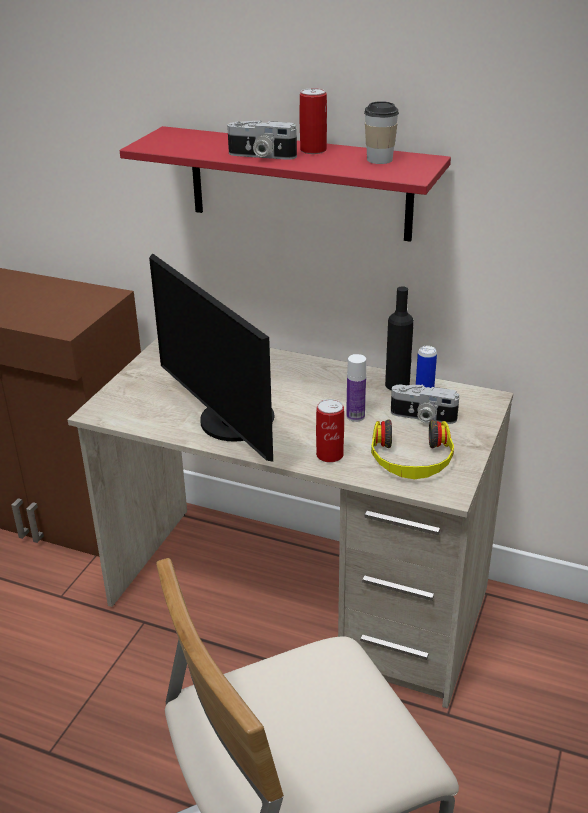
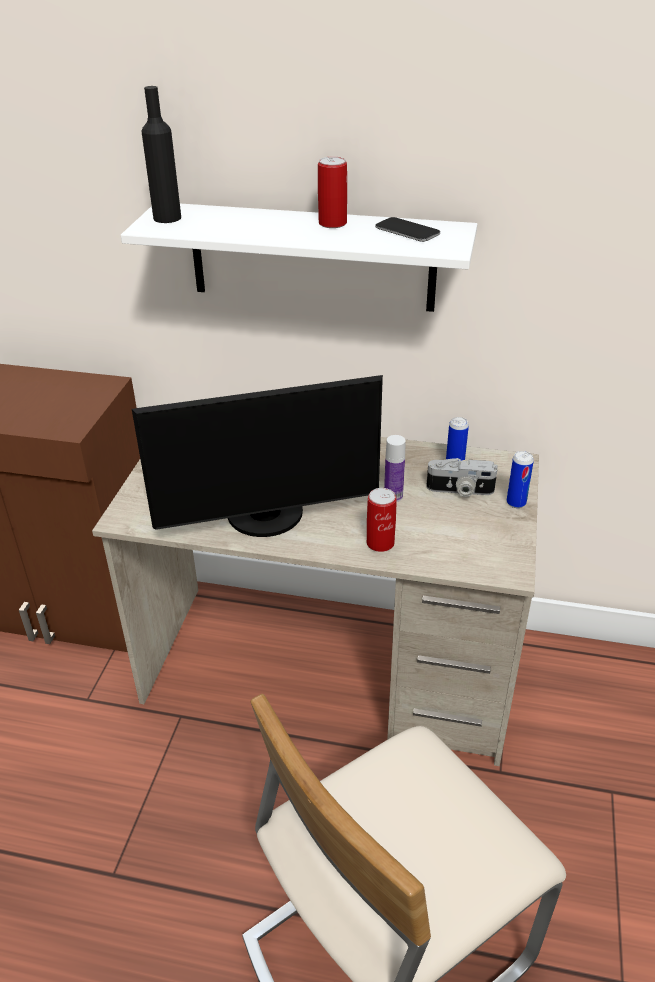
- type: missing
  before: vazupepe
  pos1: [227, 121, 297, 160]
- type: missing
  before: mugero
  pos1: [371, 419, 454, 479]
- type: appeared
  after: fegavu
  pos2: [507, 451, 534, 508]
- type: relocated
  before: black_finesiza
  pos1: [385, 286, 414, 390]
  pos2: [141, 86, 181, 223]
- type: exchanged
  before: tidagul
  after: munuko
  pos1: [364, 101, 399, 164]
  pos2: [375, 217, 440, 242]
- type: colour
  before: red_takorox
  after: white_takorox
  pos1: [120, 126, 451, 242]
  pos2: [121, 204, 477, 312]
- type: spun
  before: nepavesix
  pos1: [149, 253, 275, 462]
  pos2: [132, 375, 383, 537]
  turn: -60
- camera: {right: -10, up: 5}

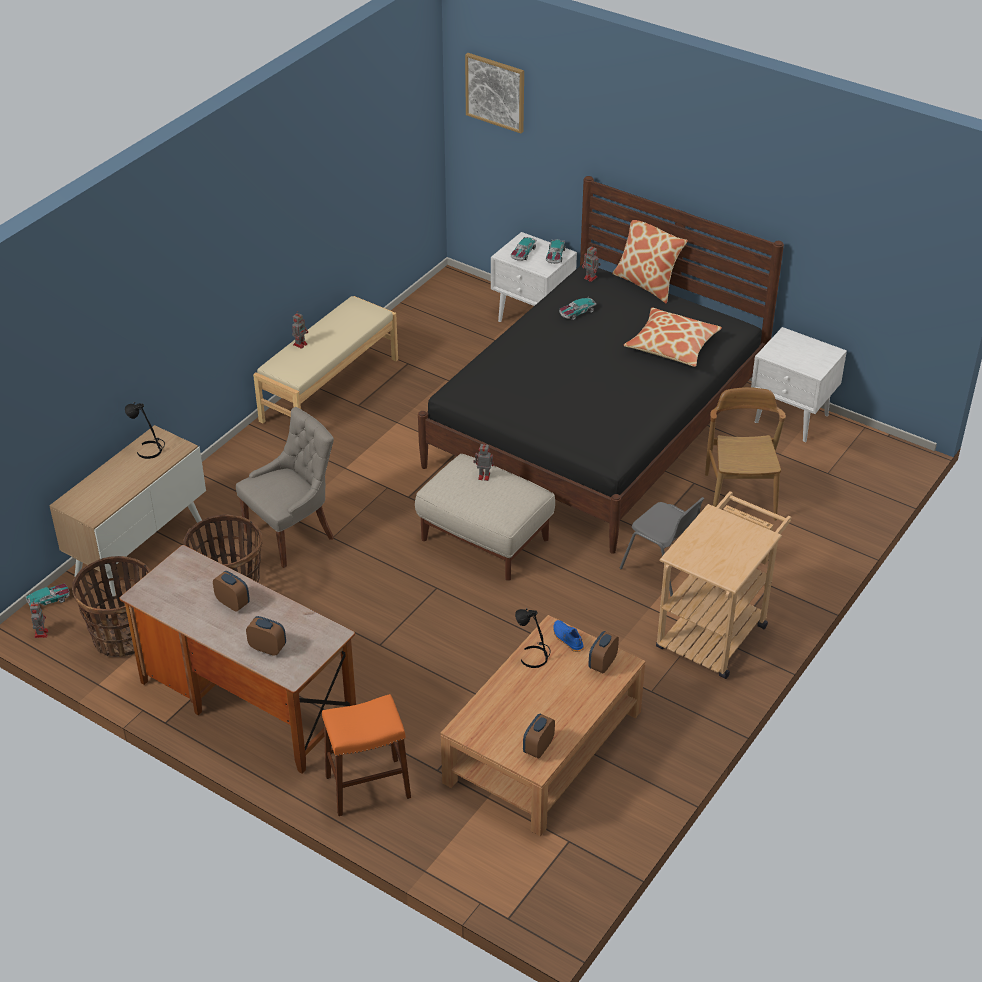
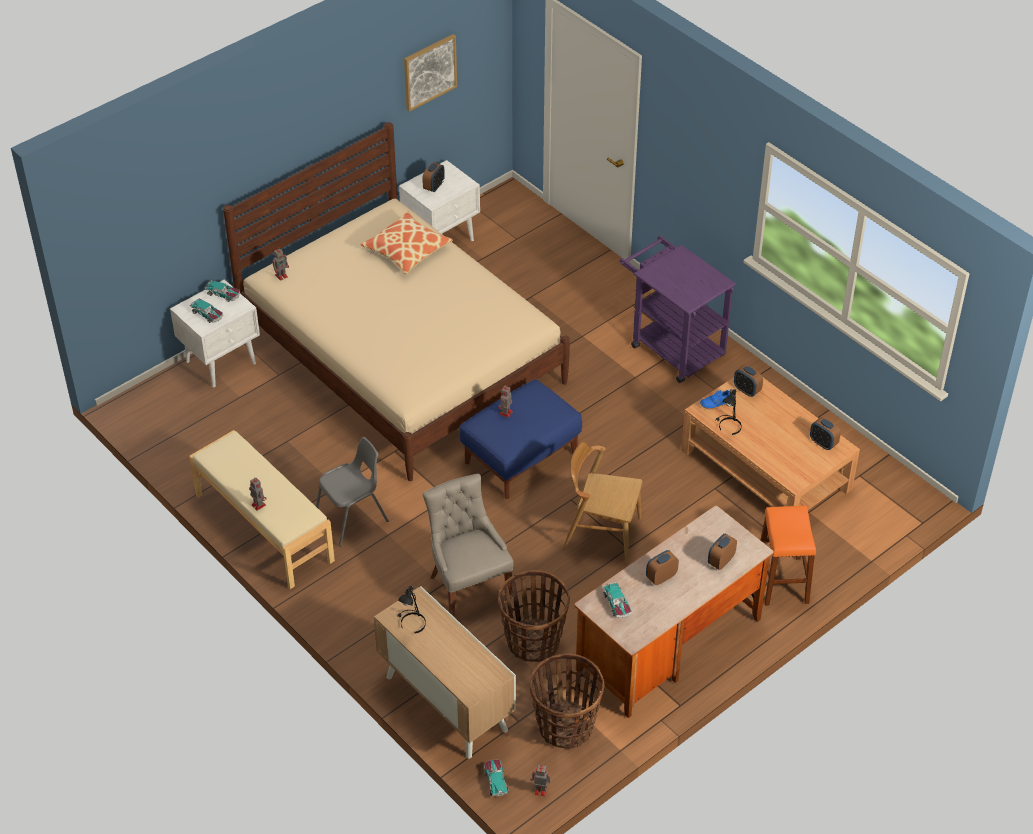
- type: missing
  before: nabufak
  pos1: [612, 220, 688, 304]
- type: appeared
  after: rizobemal
  pos2: [422, 162, 445, 192]
- type: relocated
  before: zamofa
  pos1: [465, 53, 524, 133]
  pos2: [404, 34, 457, 112]
- type: relocated
  before: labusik
  pos1: [559, 297, 597, 320]
  pos2: [603, 582, 632, 618]
- type: relocated
  before: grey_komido
  pos1: [620, 497, 705, 596]
  pos2: [316, 437, 389, 547]
- type: relocated
  before: brown_komido
  pos1: [705, 387, 786, 521]
  pos2: [562, 441, 643, 563]
- type: colour
  before: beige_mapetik
  after: blue_mapetik
  pos1: [415, 454, 555, 581]
  pos2: [459, 379, 582, 499]
- type: colour
  before: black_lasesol
  after: beige_lasesol
  pos1: [418, 176, 784, 554]
  pos2: [223, 122, 570, 481]
- type: colour
  before: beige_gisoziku
  after: purple_gisoziku
  pos1: [656, 491, 791, 679]
  pos2: [620, 236, 736, 383]
- camera: {right: -75, up: 5}

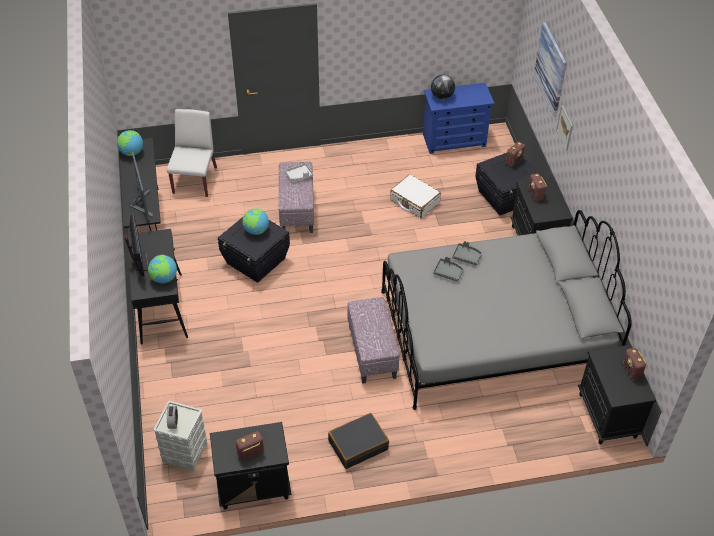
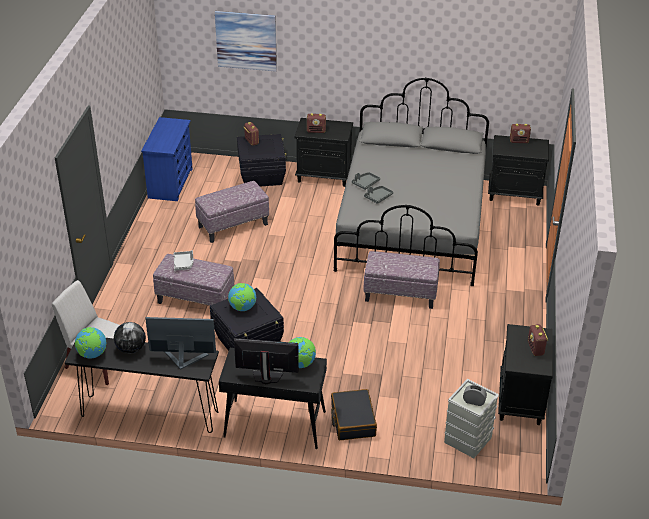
- type: missing
  before: zamofa
  pos1: [556, 105, 573, 150]
- type: relocated
  before: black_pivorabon
  pos1: [328, 413, 389, 469]
  pos2: [331, 389, 377, 440]
- type: relocated
  before: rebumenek
  pos1: [431, 75, 455, 99]
  pos2: [114, 322, 146, 354]
- type: exchanged
  before: white_pivorabon
  after: mapetik
  pos1: [390, 174, 441, 218]
  pos2: [195, 181, 269, 243]
- camera: {right: -70, up: -10}

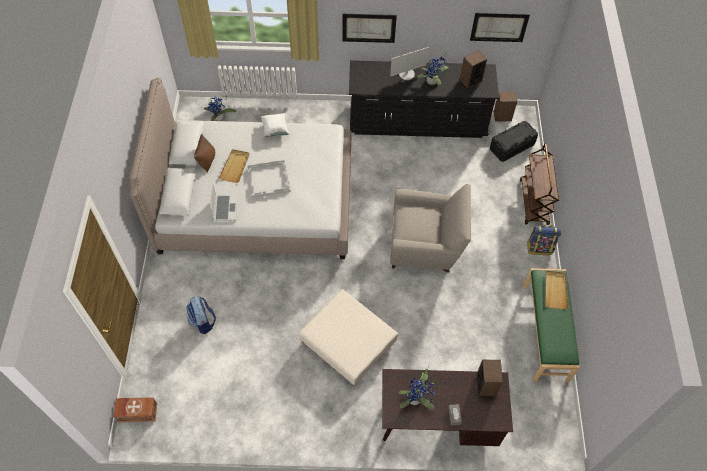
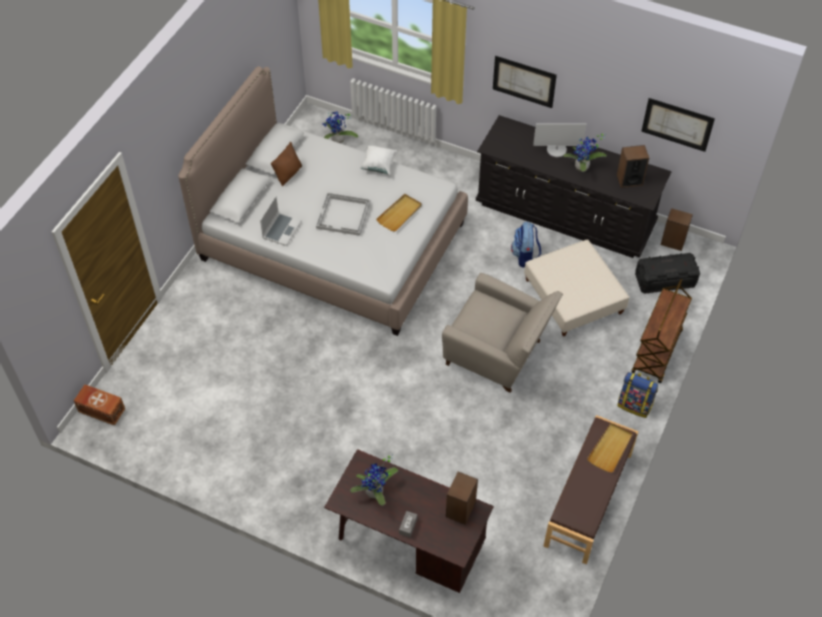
- type: relocated
  before: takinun
  pos1: [186, 297, 216, 334]
  pos2: [511, 222, 541, 268]
- type: relocated
  before: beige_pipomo
  pos1: [219, 149, 249, 183]
  pos2: [376, 194, 422, 232]
- type: relocated
  before: beige_mapetik
  pos1: [299, 289, 398, 386]
  pos2: [524, 239, 630, 337]
- type: colour
  before: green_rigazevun
  after: brown_rigazevun
  pos1: [523, 268, 580, 383]
  pos2: [544, 415, 638, 564]
- camera: {right: 25, up: -5}

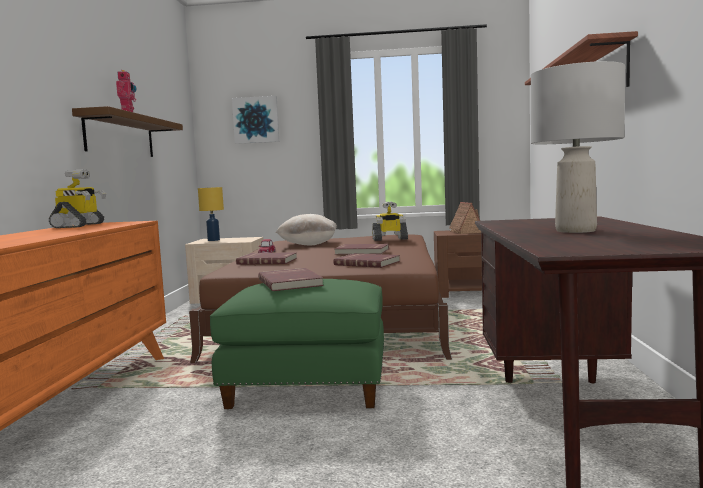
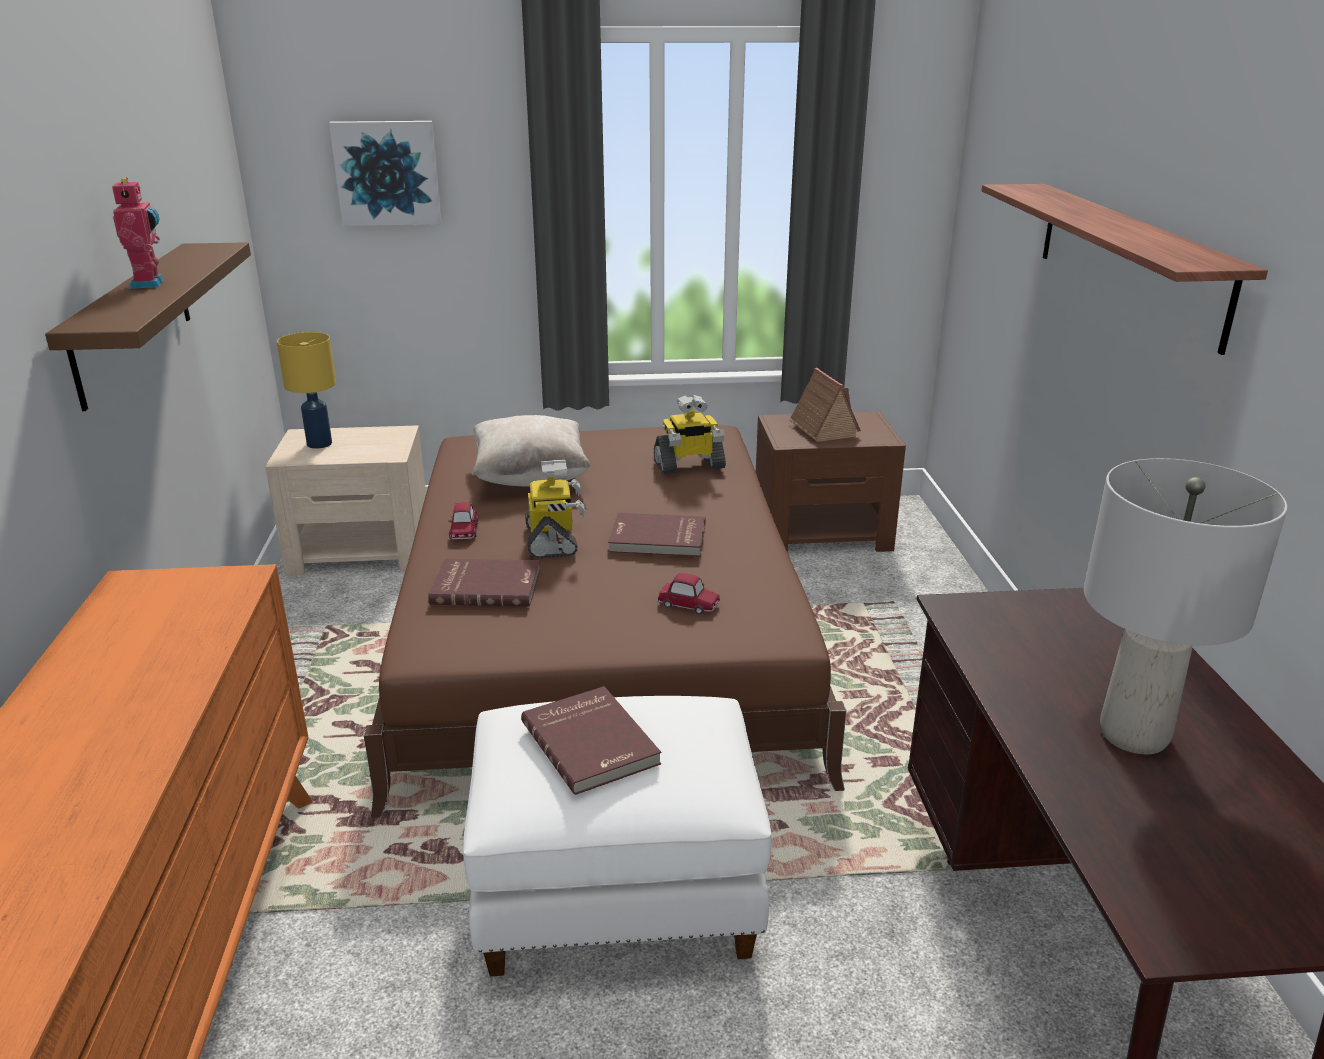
- type: relocated
  before: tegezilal
  pos1: [49, 169, 106, 228]
  pos2: [525, 460, 585, 558]
- type: exchanged
  before: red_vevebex
  after: labusik
  pos1: [333, 253, 400, 268]
  pos2: [657, 573, 720, 615]
- type: colour
  before: green_mapetik
  after: white_mapetik
  pos1: [210, 279, 384, 409]
  pos2: [463, 696, 771, 976]
- camera: {right: -10, up: 20}

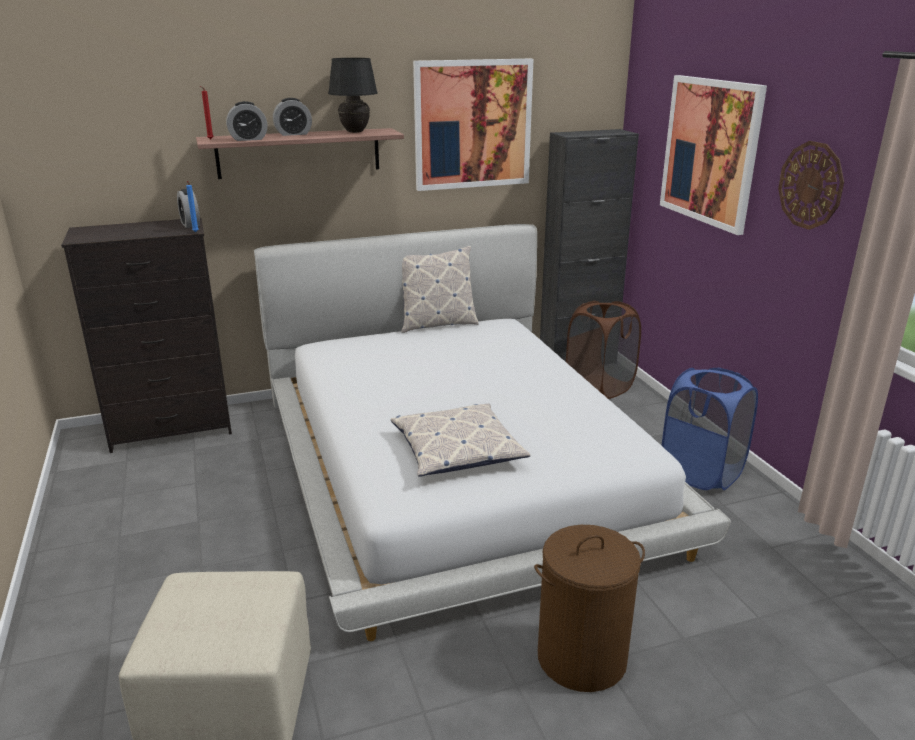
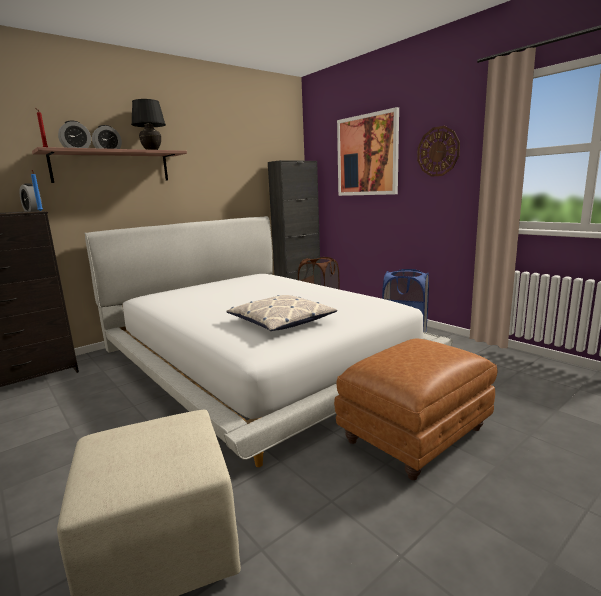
- type: missing
  before: nabufak
  pos1: [401, 246, 479, 333]
- type: missing
  before: zamofa
  pos1: [413, 59, 533, 191]
- type: exchanged
  before: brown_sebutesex
  after: brown_mapetik
  pos1: [534, 525, 645, 692]
  pos2: [334, 338, 497, 480]
- camera: {right: -20, up: -10}

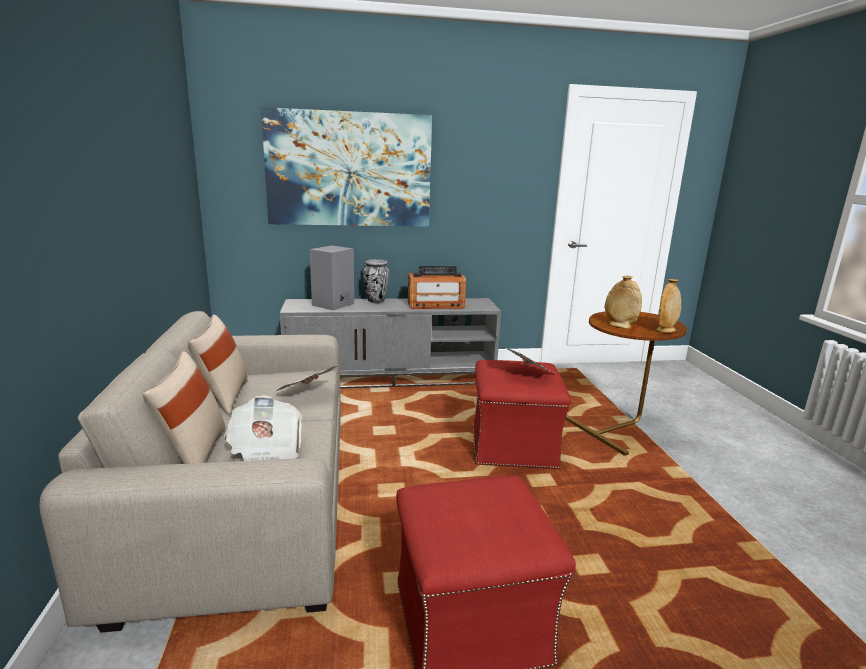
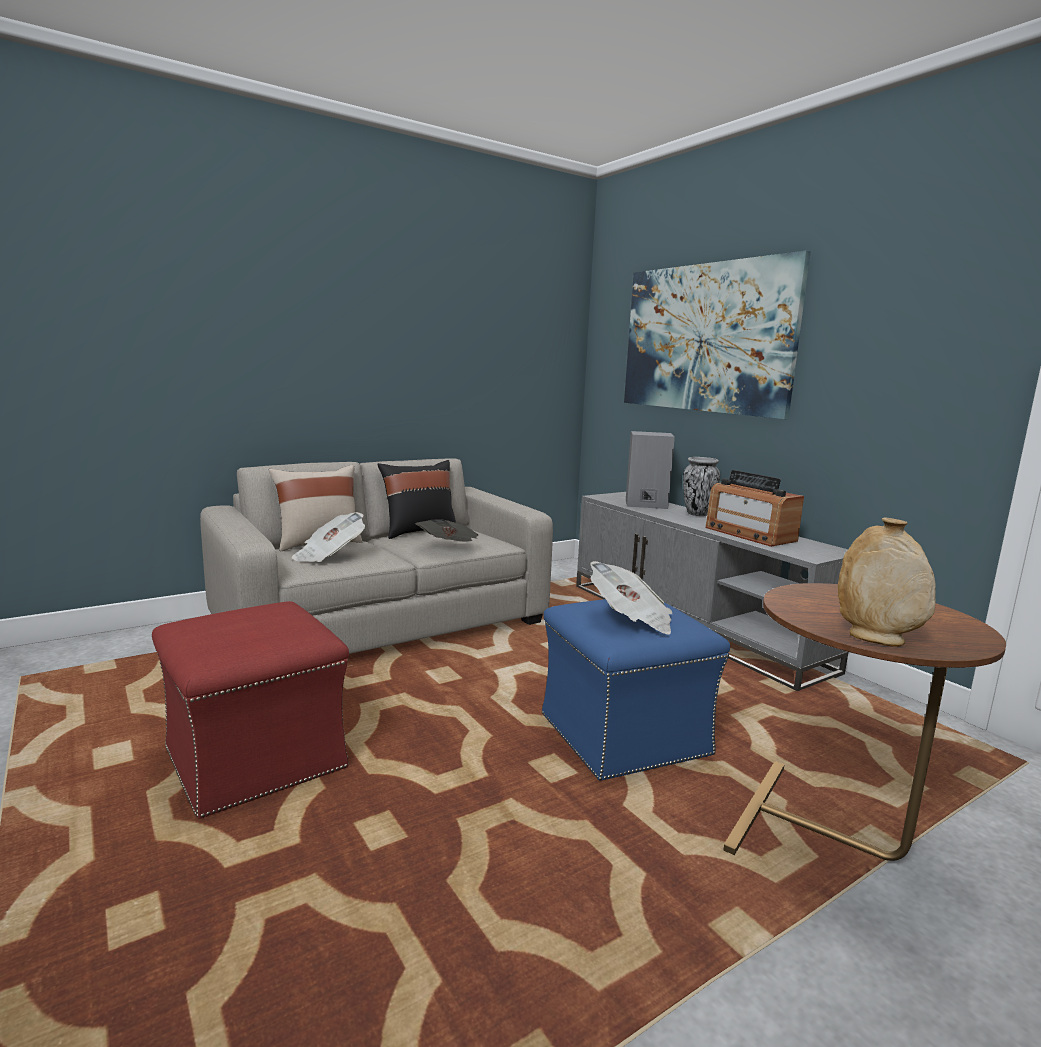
- type: missing
  before: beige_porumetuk
  pos1: [605, 276, 642, 329]
- type: colour
  before: beige_nabufak
  after: black_nabufak
  pos1: [188, 315, 247, 415]
  pos2: [377, 460, 456, 539]
- type: colour
  before: red_mapetik
  after: blue_mapetik
  pos1: [473, 360, 571, 469]
  pos2: [542, 599, 730, 780]
- camera: {right: 65, up: -5}

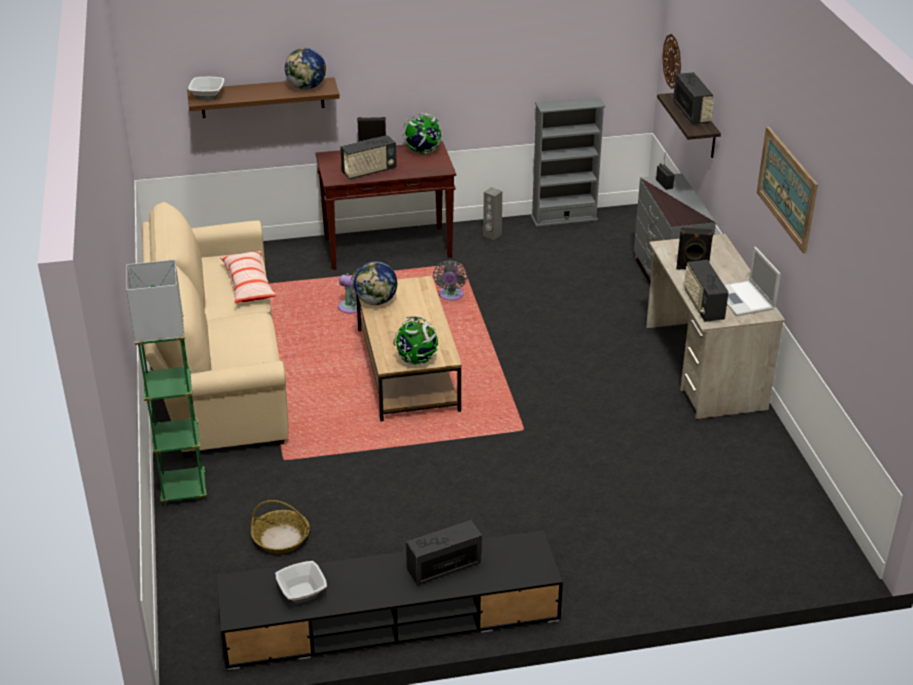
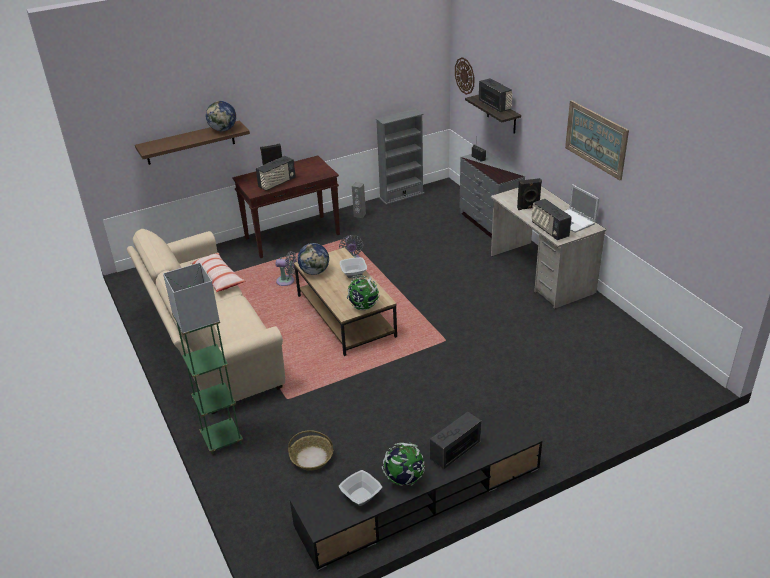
- type: relocated
  before: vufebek
  pos1: [188, 77, 224, 101]
  pos2: [340, 257, 367, 278]
- type: relocated
  before: rebumenek
  pos1: [402, 113, 442, 154]
  pos2: [382, 443, 425, 486]
- camera: {right: -15, up: 0}

